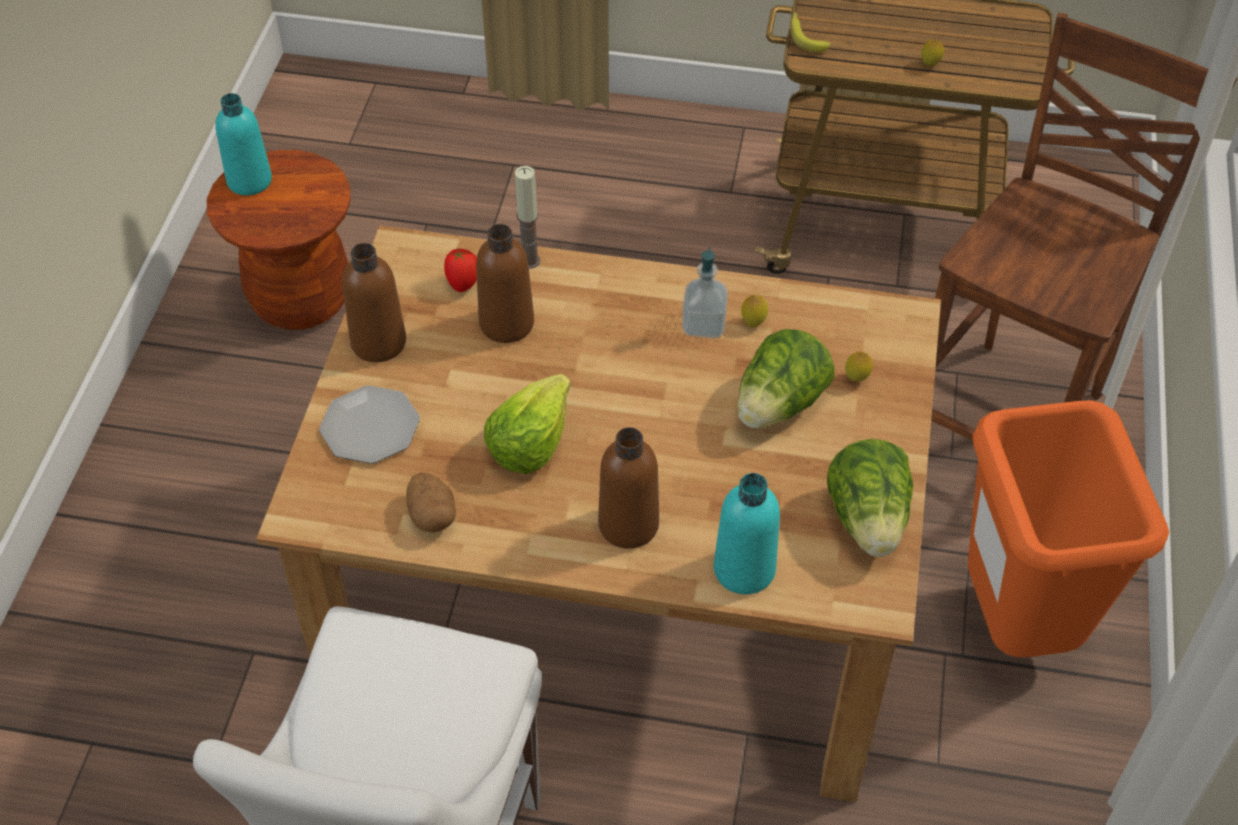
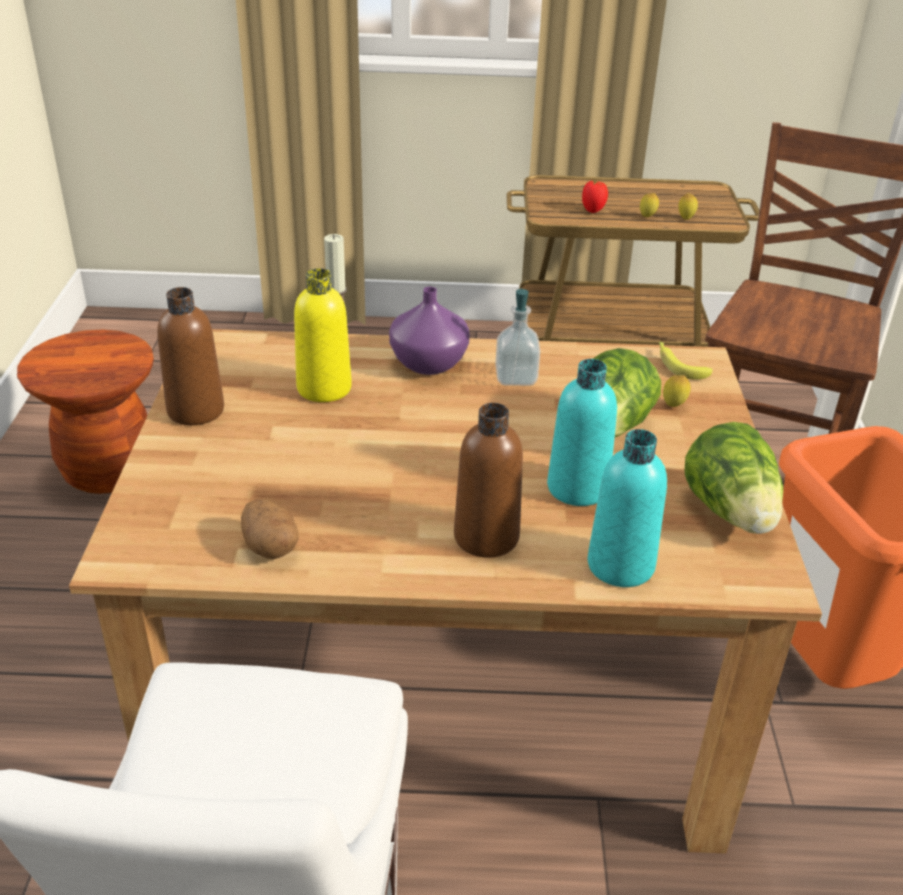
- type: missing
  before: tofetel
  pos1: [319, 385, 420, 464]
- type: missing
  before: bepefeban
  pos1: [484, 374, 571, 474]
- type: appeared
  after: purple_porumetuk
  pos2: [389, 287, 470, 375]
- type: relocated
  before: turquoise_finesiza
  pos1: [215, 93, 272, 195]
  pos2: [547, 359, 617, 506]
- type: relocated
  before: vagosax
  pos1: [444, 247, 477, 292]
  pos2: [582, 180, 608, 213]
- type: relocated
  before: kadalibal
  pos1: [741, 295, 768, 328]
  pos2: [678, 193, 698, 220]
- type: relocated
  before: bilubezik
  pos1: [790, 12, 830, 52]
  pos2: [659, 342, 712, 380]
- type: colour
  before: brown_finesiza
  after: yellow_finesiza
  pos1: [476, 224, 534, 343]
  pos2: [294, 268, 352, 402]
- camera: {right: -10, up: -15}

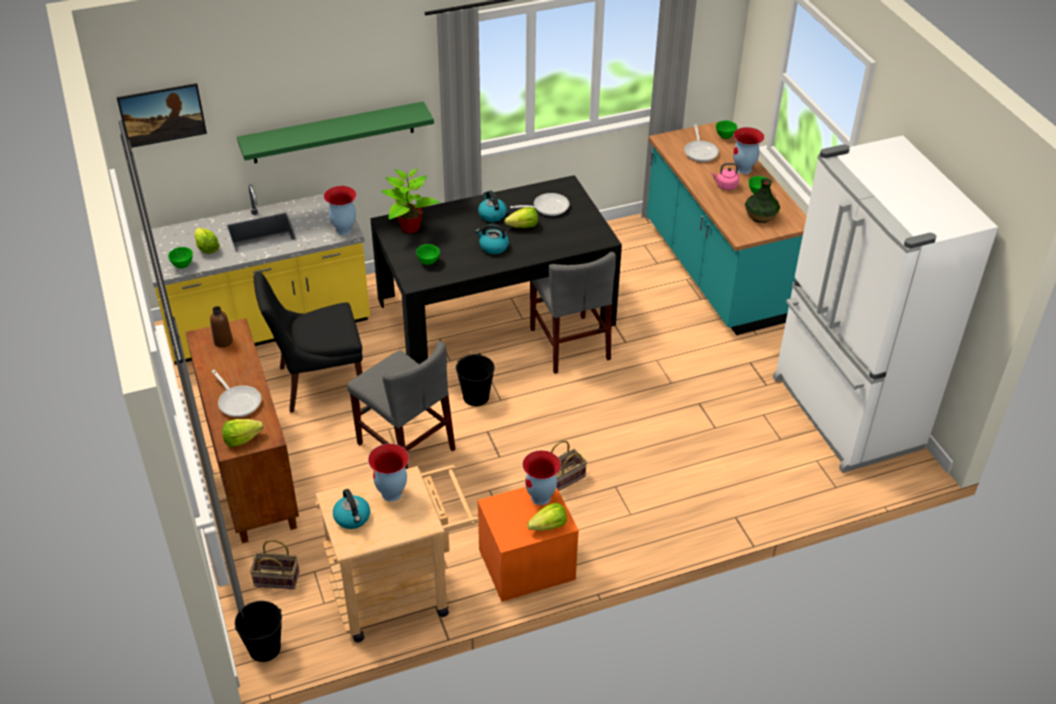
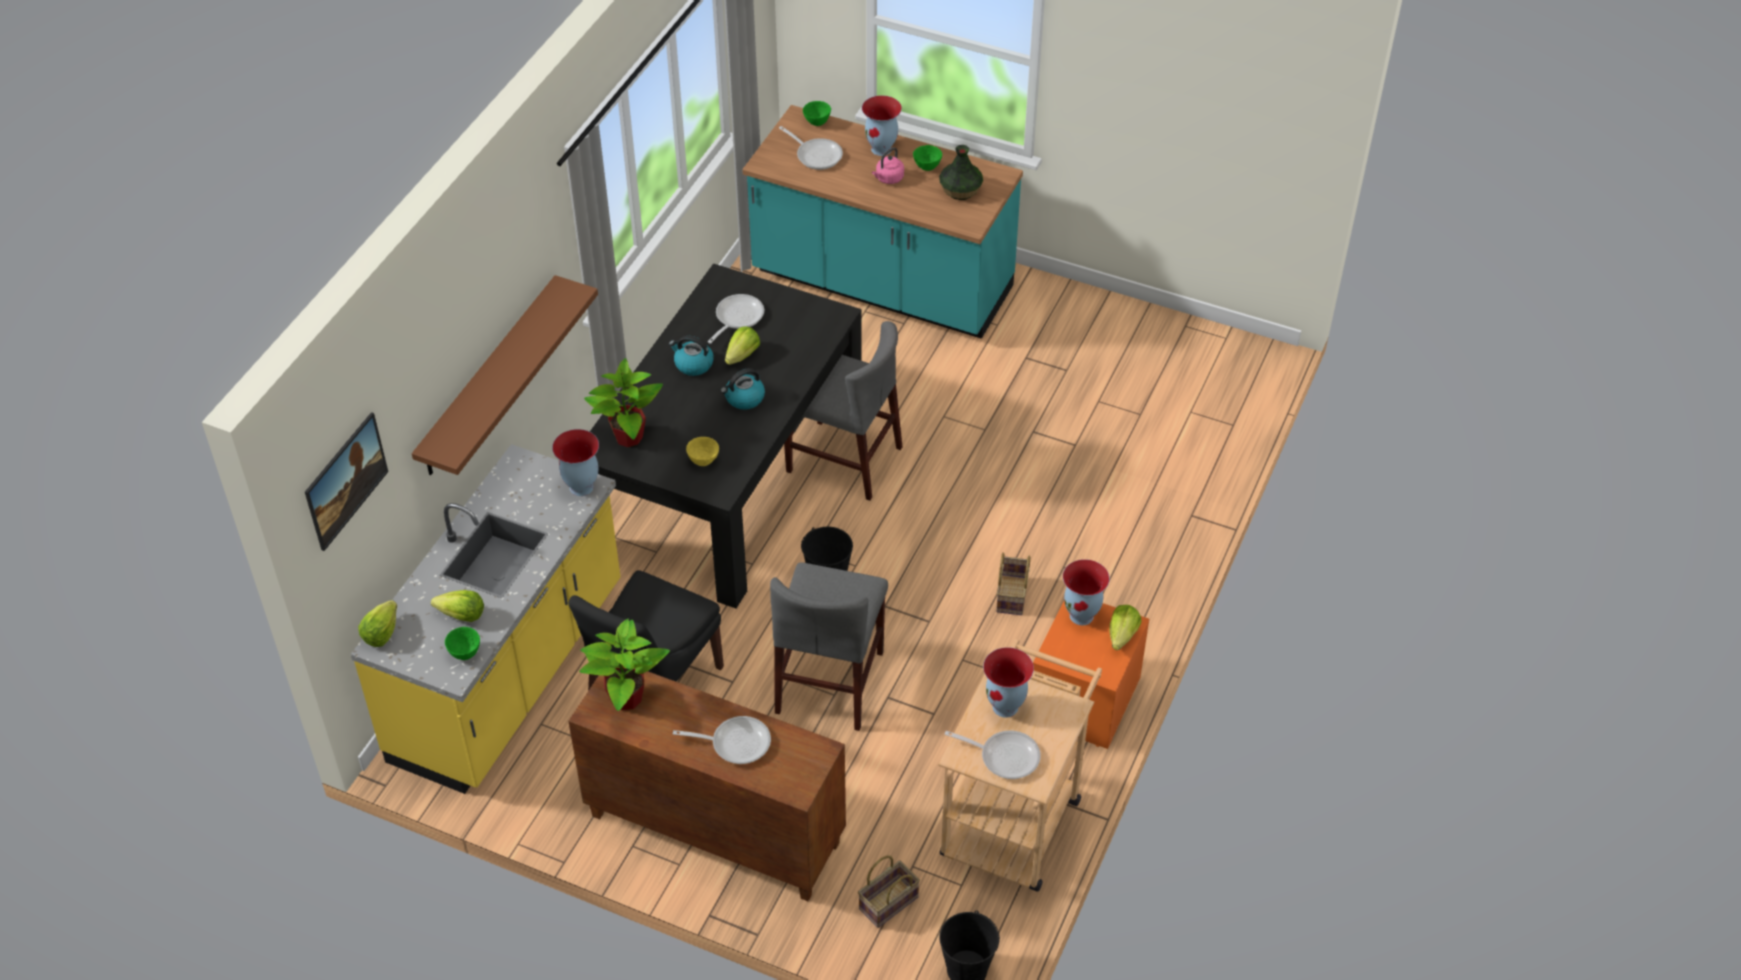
- type: missing
  before: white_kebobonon
  pos1: [773, 135, 998, 473]
- type: relocated
  before: bepefeban
  pos1: [222, 419, 263, 447]
  pos2: [358, 600, 397, 647]
- type: exchanged
  before: brown_finesiza
  after: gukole
  pos1: [210, 306, 233, 348]
  pos2: [579, 619, 670, 711]
- type: exchanged
  before: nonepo
  after: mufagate
  pos1: [333, 489, 370, 529]
  pos2: [945, 730, 1041, 779]
- type: colour
  before: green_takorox
  after: brown_takorox
  pos1: [237, 101, 434, 163]
  pos2: [412, 275, 598, 475]
- type: colour
  before: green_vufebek
  after: yellow_vufebek
  pos1: [416, 244, 440, 265]
  pos2: [686, 437, 719, 466]
- type: spun
  before: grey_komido
  pos1: [347, 341, 456, 469]
  pos2: [770, 562, 888, 731]
  turn: 105
- camera: {right: -45, up: 5}

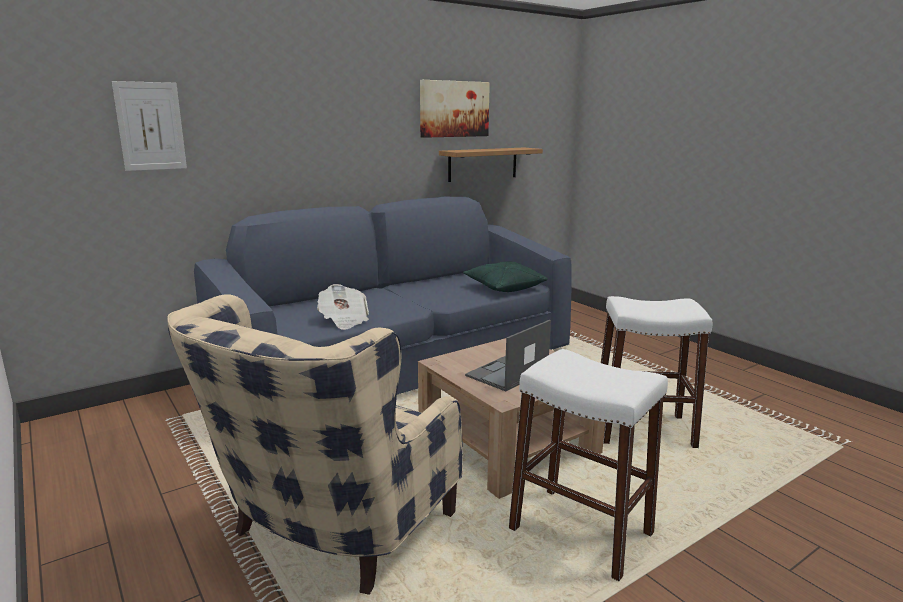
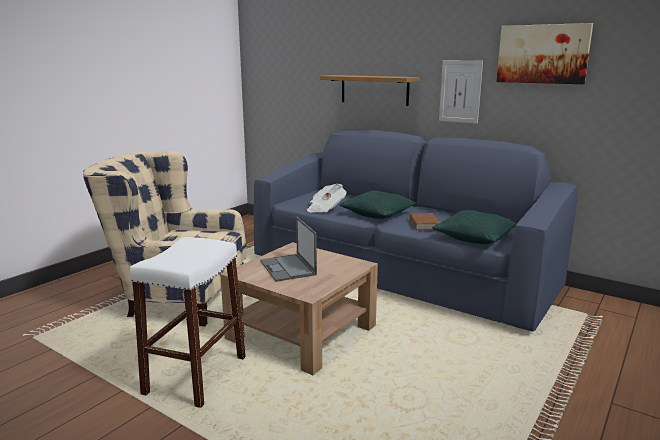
- type: missing
  before: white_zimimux
  pos1: [601, 296, 712, 448]
- type: appeared
  after: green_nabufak
  pos2: [339, 190, 417, 219]
- type: appeared
  after: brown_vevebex
  pos2: [410, 213, 440, 232]
- type: relocated
  before: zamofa
  pos1: [112, 81, 187, 171]
  pos2: [439, 60, 483, 124]
- type: relocated
  before: takorox
  pos1: [439, 148, 543, 182]
  pos2: [320, 75, 419, 106]
- type: spun
  before: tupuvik
  pos1: [465, 320, 551, 391]
  pos2: [260, 217, 317, 282]
  turn: -135
- camera: {right: 70, up: 0}

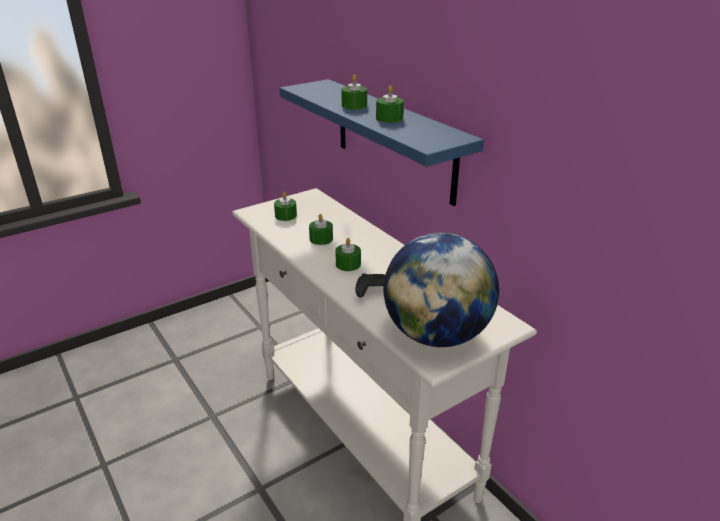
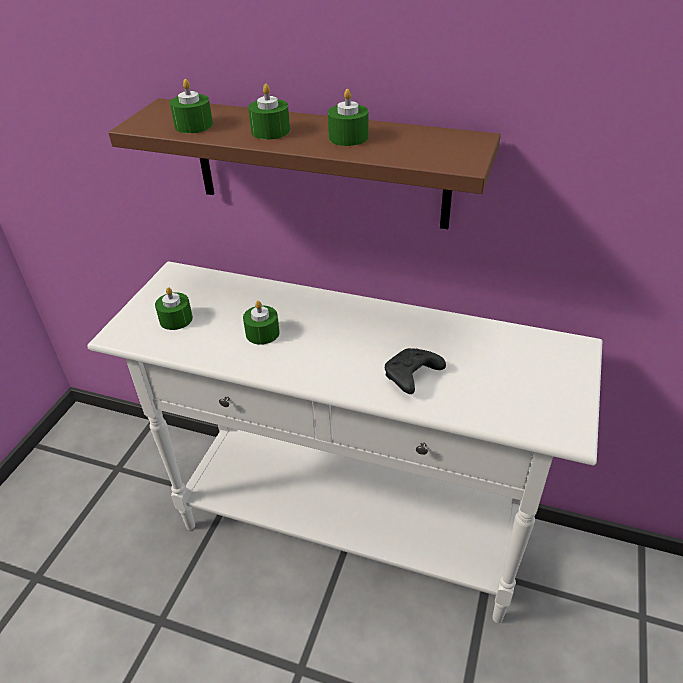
- type: missing
  before: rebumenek
  pos1: [384, 233, 499, 347]
- type: relocated
  before: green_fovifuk
  pos1: [335, 238, 361, 271]
  pos2: [170, 79, 213, 133]
- type: colour
  before: blue_takorox
  after: brown_takorox
  pos1: [279, 79, 484, 206]
  pos2: [108, 98, 501, 229]
- camera: {right: -35, up: 10}

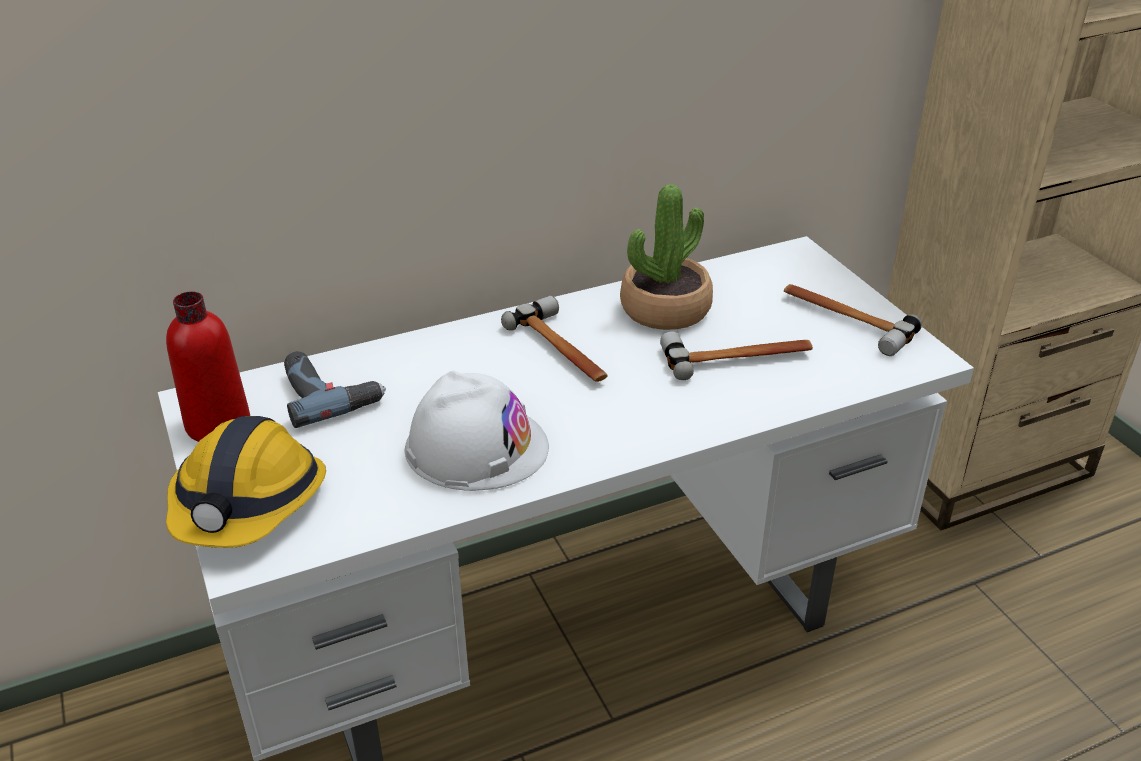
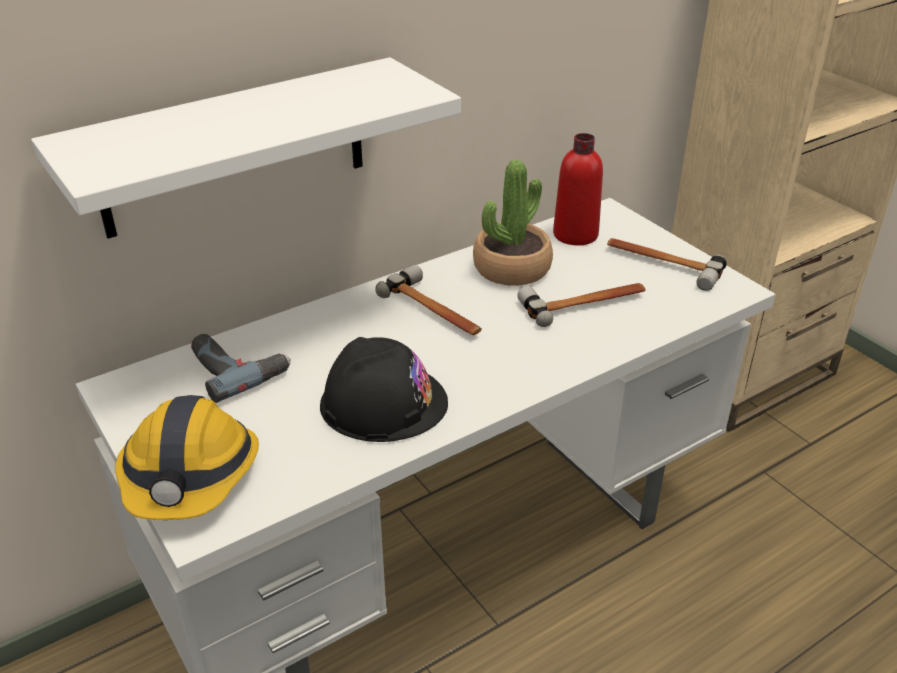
- type: appeared
  after: white_takorox
  pos2: [31, 57, 461, 239]
- type: relocated
  before: red_finesiza
  pos1: [166, 291, 250, 442]
  pos2: [553, 133, 603, 245]
- type: colour
  before: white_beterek
  after: black_beterek
  pos1: [405, 371, 549, 491]
  pos2: [320, 337, 448, 442]
- camera: {right: -10, up: 0}

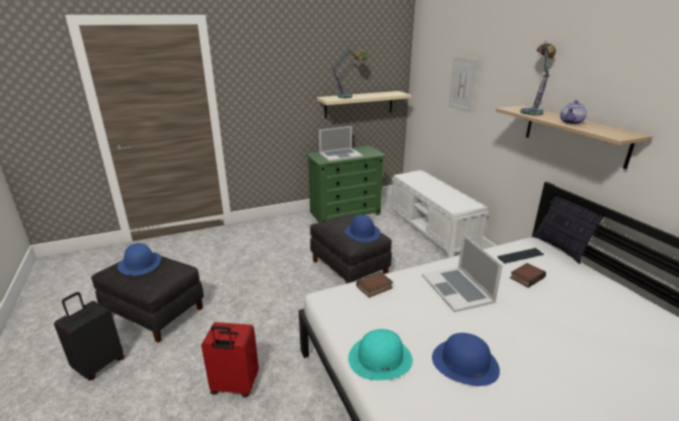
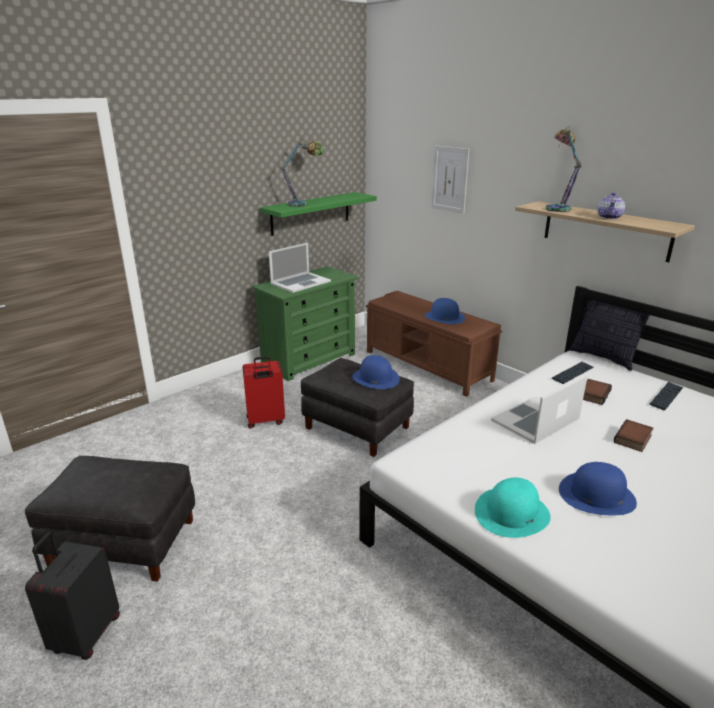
- type: appeared
  after: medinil
  pos2: [650, 382, 683, 410]
- type: relocated
  before: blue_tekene
  pos1: [117, 243, 161, 276]
  pos2: [425, 298, 465, 324]
- type: relocated
  before: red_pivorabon
  pos1: [201, 322, 259, 398]
  pos2: [243, 356, 285, 429]
- type: relocated
  before: vevebex
  pos1: [356, 272, 393, 298]
  pos2: [614, 419, 653, 452]
- type: colour
  before: beige_takorox
  after: green_takorox
  pos1: [317, 91, 412, 119]
  pos2: [260, 192, 377, 236]
- type: colour
  before: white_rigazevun
  after: brown_rigazevun
  pos1: [391, 170, 489, 258]
  pos2: [366, 291, 502, 397]
- type: spun
  before: tupuvik
  pos1: [422, 234, 503, 312]
  pos2: [491, 374, 588, 444]
  turn: 90
- camera: {right: -20, up: 0}

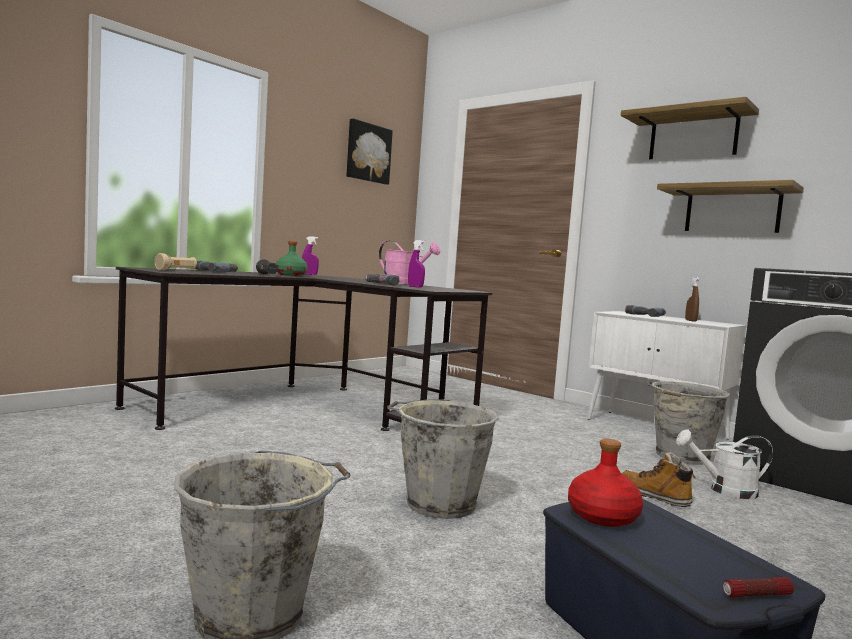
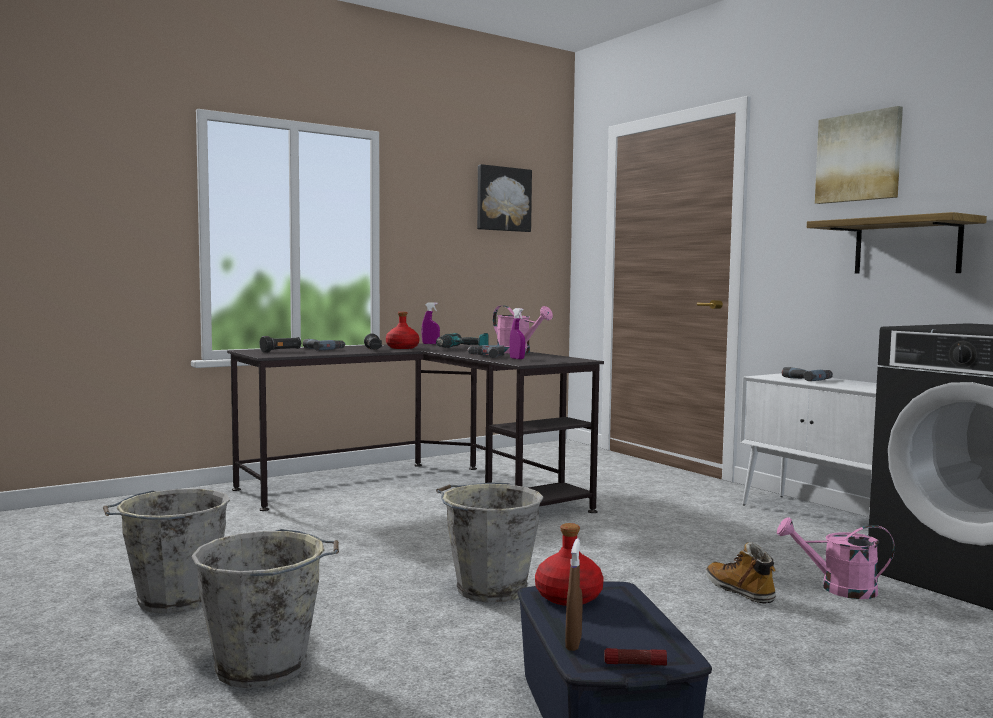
- type: appeared
  after: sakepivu
  pos2: [436, 333, 489, 348]
- type: relocated
  before: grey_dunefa
  pos1: [647, 381, 730, 465]
  pos2: [103, 489, 230, 614]
- type: relocated
  before: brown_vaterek
  pos1: [685, 277, 700, 322]
  pos2: [565, 538, 582, 651]
- type: exchanged
  before: takorox
  after: zamofa
  pos1: [621, 97, 759, 159]
  pos2: [815, 106, 903, 204]
- type: colour
  before: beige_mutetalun
  after: black_mutetalun
  pos1: [155, 253, 197, 270]
  pos2: [260, 336, 301, 353]
- type: colour
  before: green_finesiza
  after: red_finesiza
  pos1: [276, 241, 308, 276]
  pos2: [386, 312, 419, 349]
- type: colour
  before: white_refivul
  after: pink_refivul
  pos1: [676, 429, 773, 499]
  pos2: [777, 517, 895, 599]
- camera: {right: 15, up: 0}

